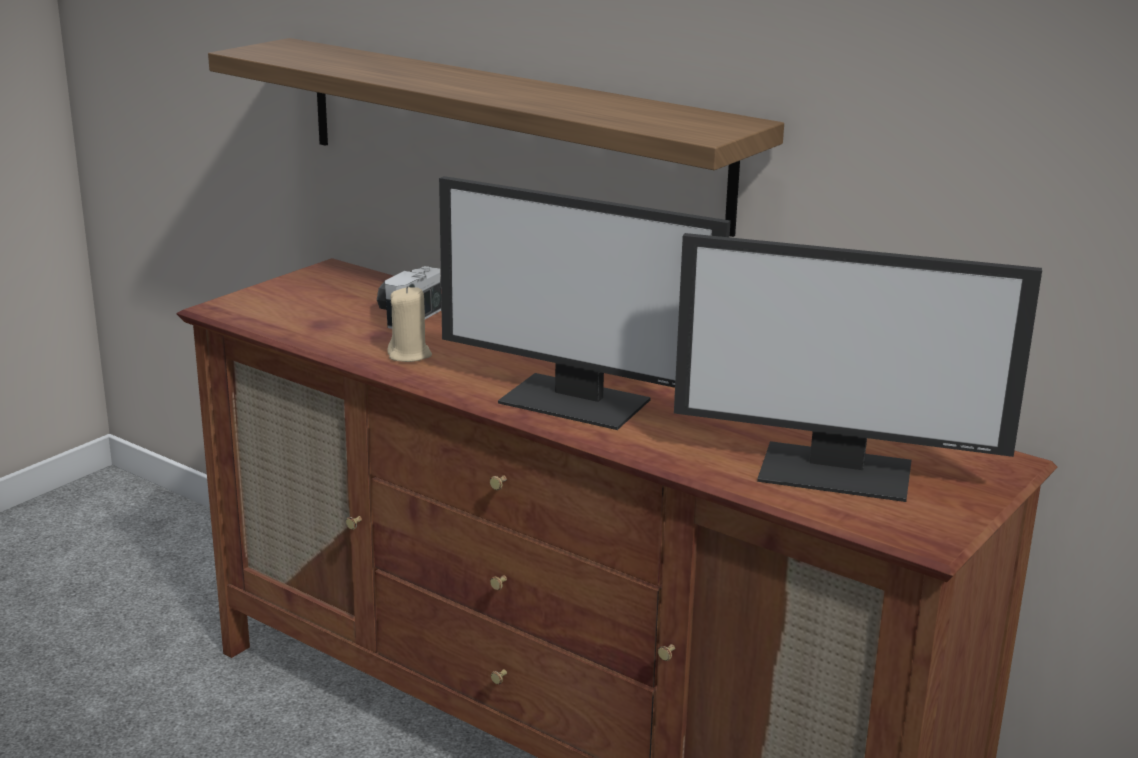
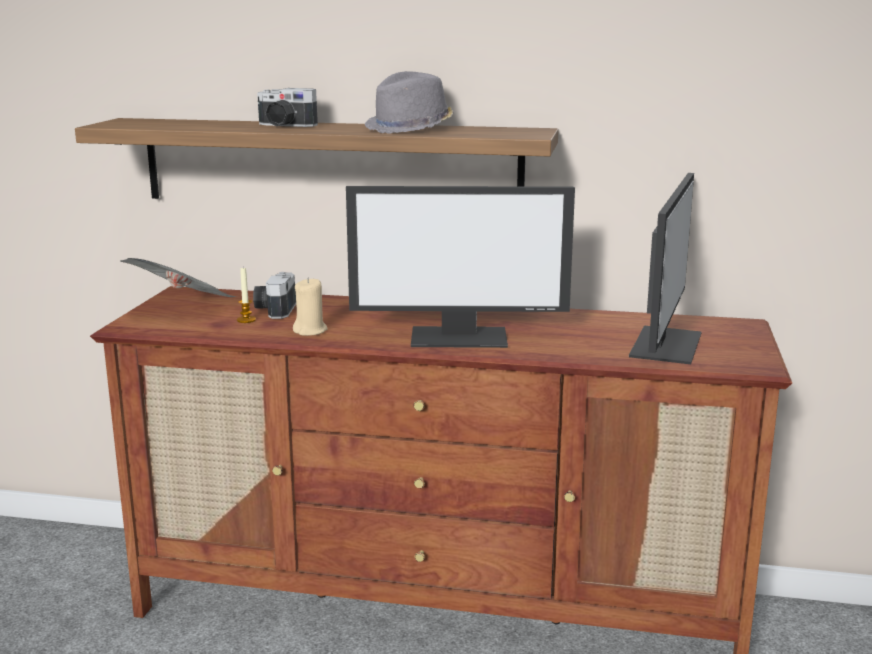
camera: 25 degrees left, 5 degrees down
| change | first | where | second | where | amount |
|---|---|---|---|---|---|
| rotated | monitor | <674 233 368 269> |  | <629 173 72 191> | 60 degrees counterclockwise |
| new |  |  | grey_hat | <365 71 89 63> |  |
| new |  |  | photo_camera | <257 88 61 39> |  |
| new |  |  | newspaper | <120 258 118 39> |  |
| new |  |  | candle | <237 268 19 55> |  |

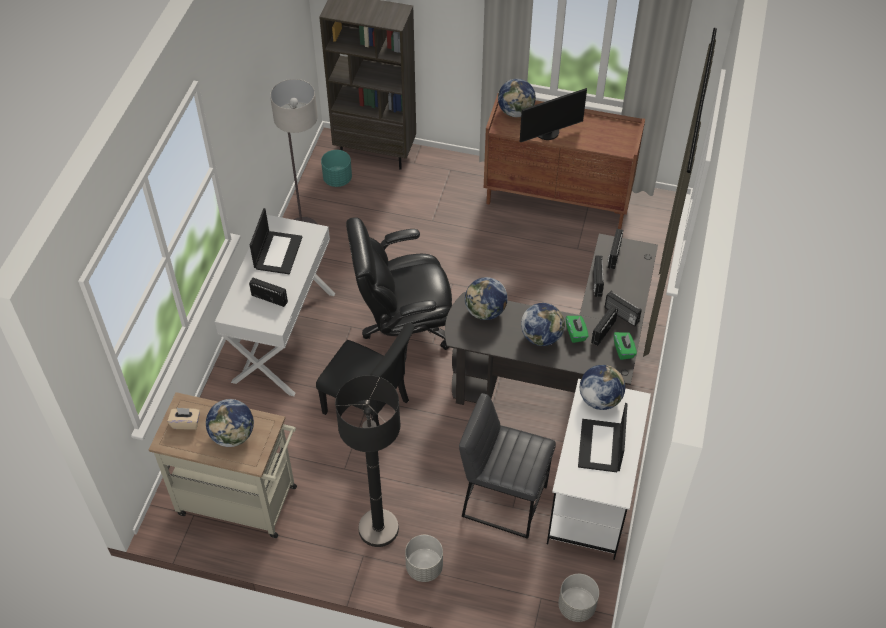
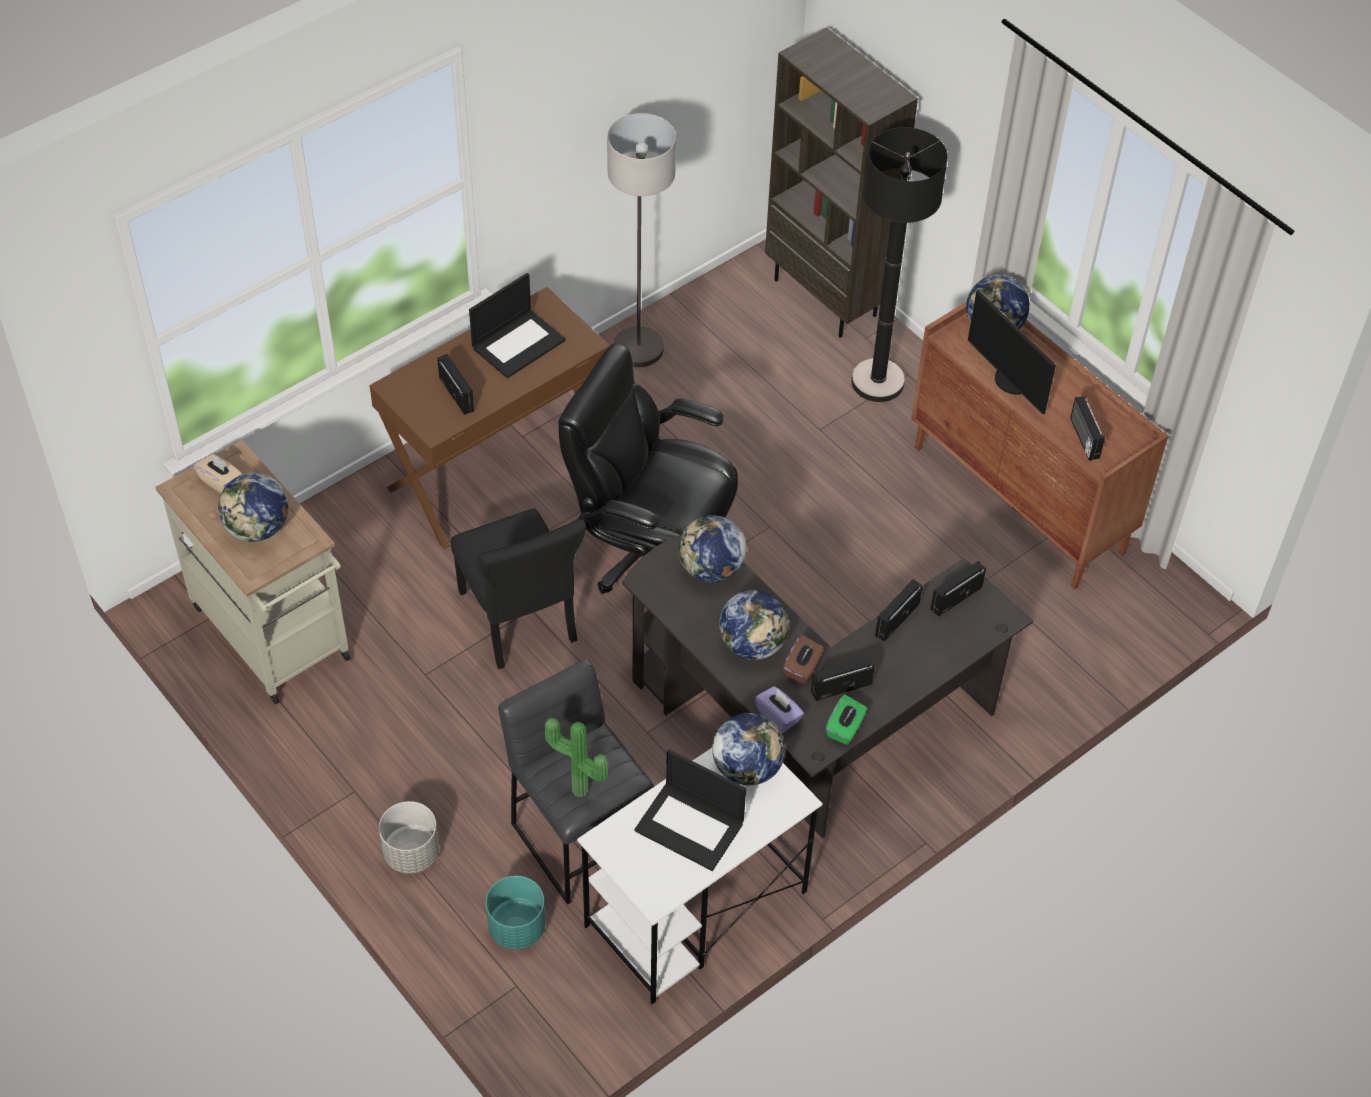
camera: 35 degrees right, 0 degrees up
| change | first | where | second | where | amount |
|---|---|---|---|---|---|
| rotated | monitor | <520 88 67 54> |  | <968 289 88 125> | 45 degrees clockwise |
| shifted | turquoise_planter | <321 150 31 37> |  | <486 876 60 73> |  |
| repainted | white_console_table | <215 215 120 181> | brown_console_table | <369 287 241 263> |  |
| shifted | radio | <605 291 37 35> |  | <1070 396 35 65> |  |
| repainted | green_tissue_box | <566 316 23 27> | brown_tissue_box | <783 635 41 49> |  |
| shifted | black_floor_lamp | <335 375 65 172> |  | <851 127 97 275> |  |
| rotated | laptop | <578 403 49 69> |  | <635 750 111 121> | 105 degrees counterclockwise |
| gone | grey_planter | <558 574 41 48> |  |  |  |
| new |  |  | purple_tissue_box | <755 686 49 47> |  |
| new |  |  | potted_plant | <545 718 64 79> |  |

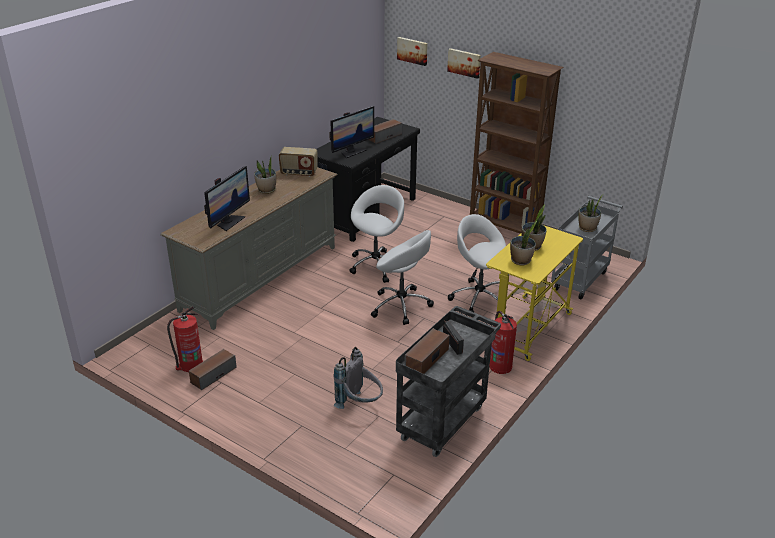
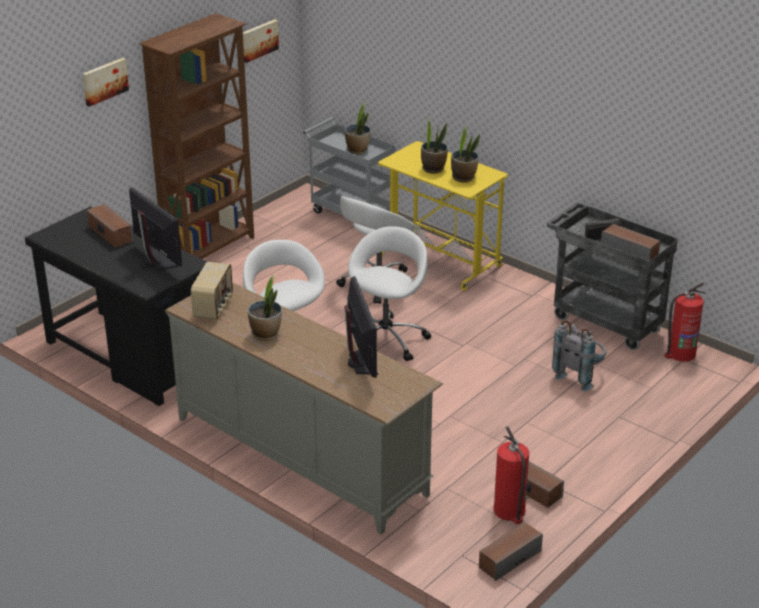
camera: 85 degrees left, 0 degrees up
| change | first | where | second | where | amount |
|---|---|---|---|---|---|
| shifted | picture | <397 37 31 29> |  | <243 19 36 44> |  |
| rotated | monitor | <204 166 46 65> |  | <344 276 34 102> | 45 degrees clockwise |
| shifted | fire_extinguisher | <489 311 28 63> |  | <664 282 42 80> |  |
| new |  |  | speaker | <479 522 64 59> |  |

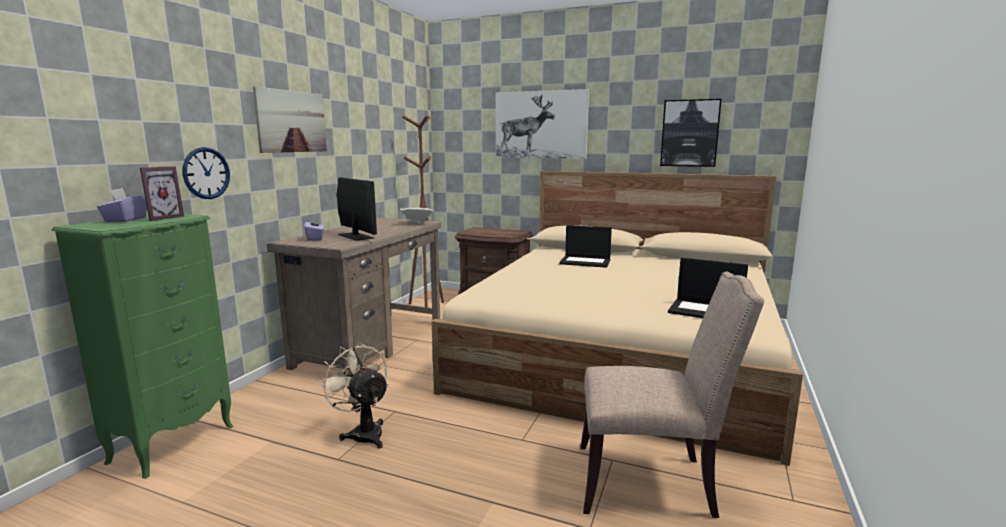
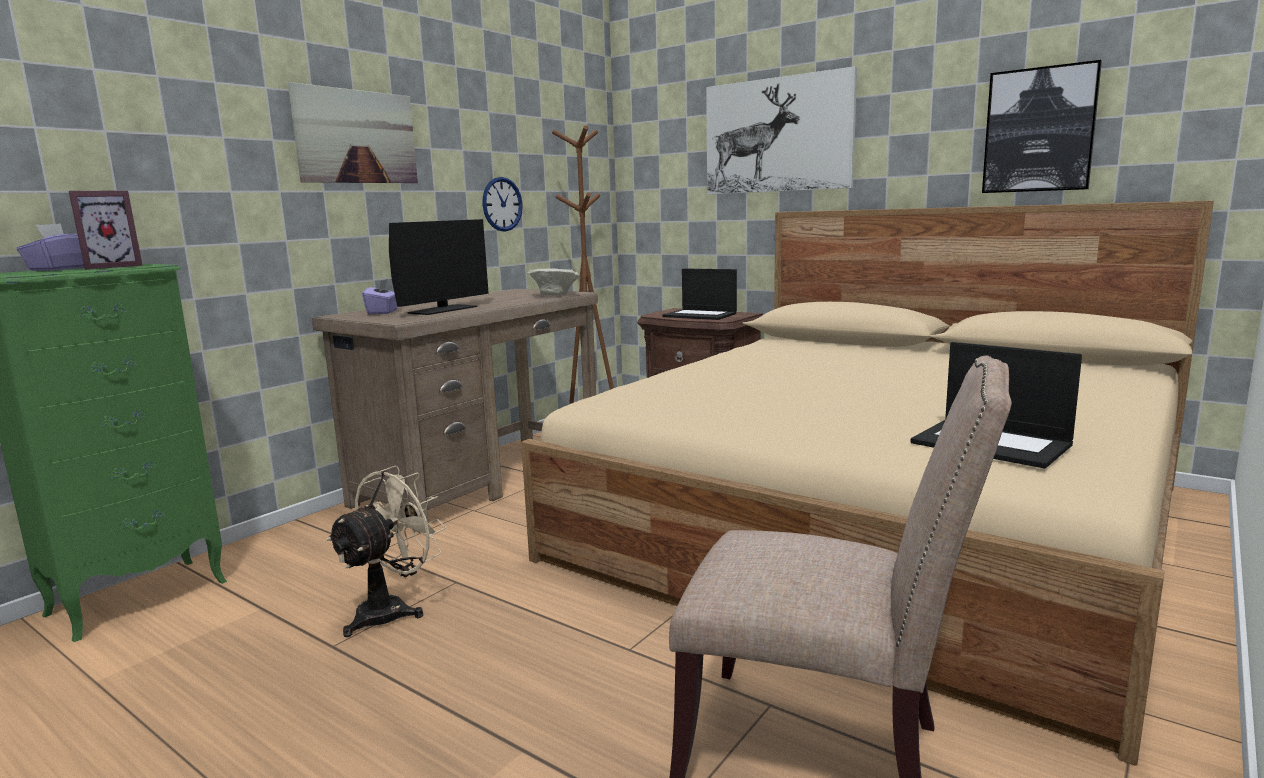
camera: 15 degrees right, 0 degrees up
| change | first | where | second | where | amount |
|---|---|---|---|---|---|
| shifted | wall_clock | <183 147 47 52> |  | <482 177 41 55> |  |
| rotated | monitor | <337 177 40 64> |  | <389 219 100 96> | 60 degrees clockwise |
| shifted | laptop | <559 225 53 43> |  | <662 268 75 52> |  |
| rotated | beige_fan | <318 342 71 106> |  | <326 466 120 171> | 60 degrees clockwise |

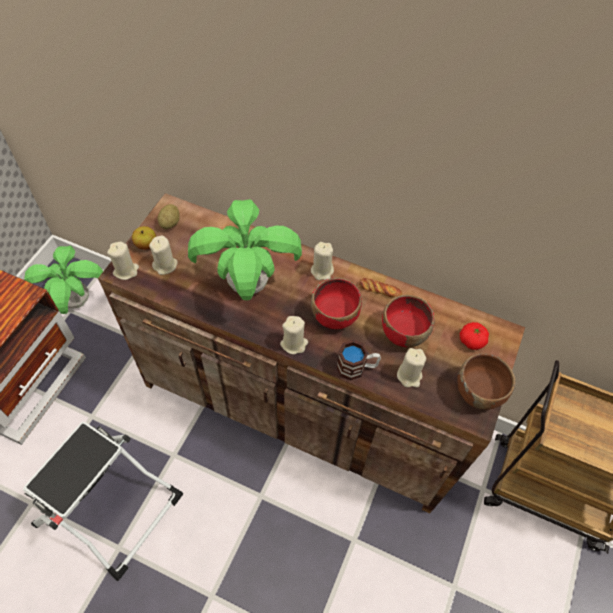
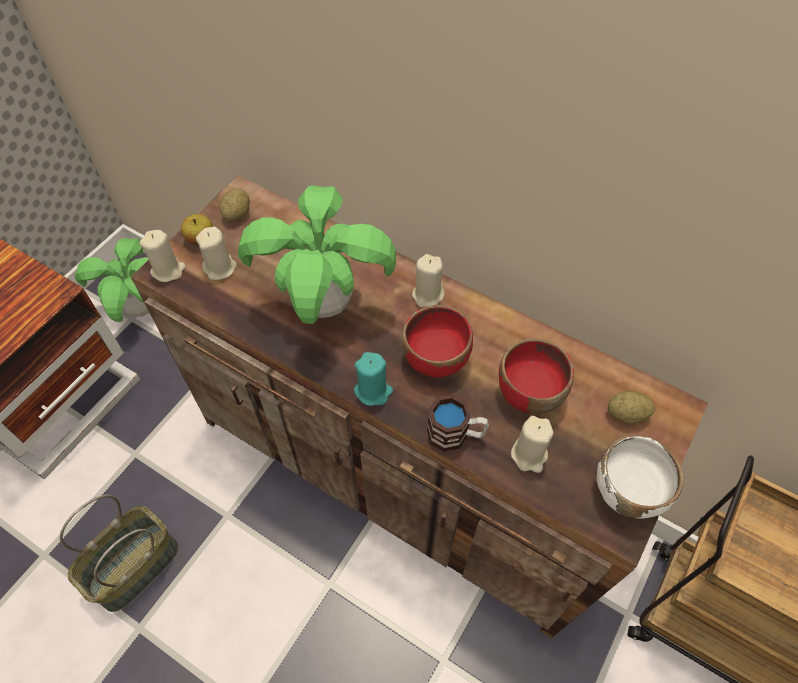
camera: 10 degrees right, 0 degrees up
| change | first | where | second | where | amount |
|---|---|---|---|---|---|
| gone | bread | <359 278 43 20> |  |  |  |
| repainted | beige_candle | <280 316 28 38> | turquoise_candle | <354 352 39 54> |  |
| swapped | tomato | <460 322 29 28> | potato | <608 391 47 33> |  |
| repainted | brown_bowl | <457 353 58 57> | white_bowl | <597 435 87 84> |  |
| swapped | step_ladder | <23 422 160 159> | basket | <60 495 118 117> |  |

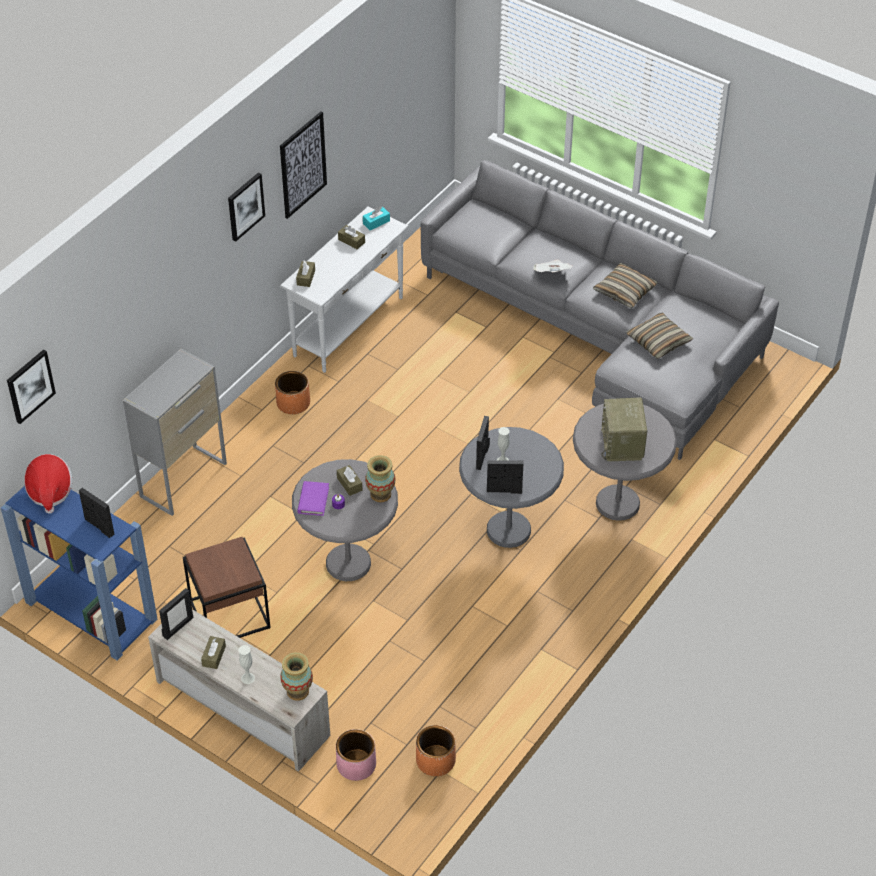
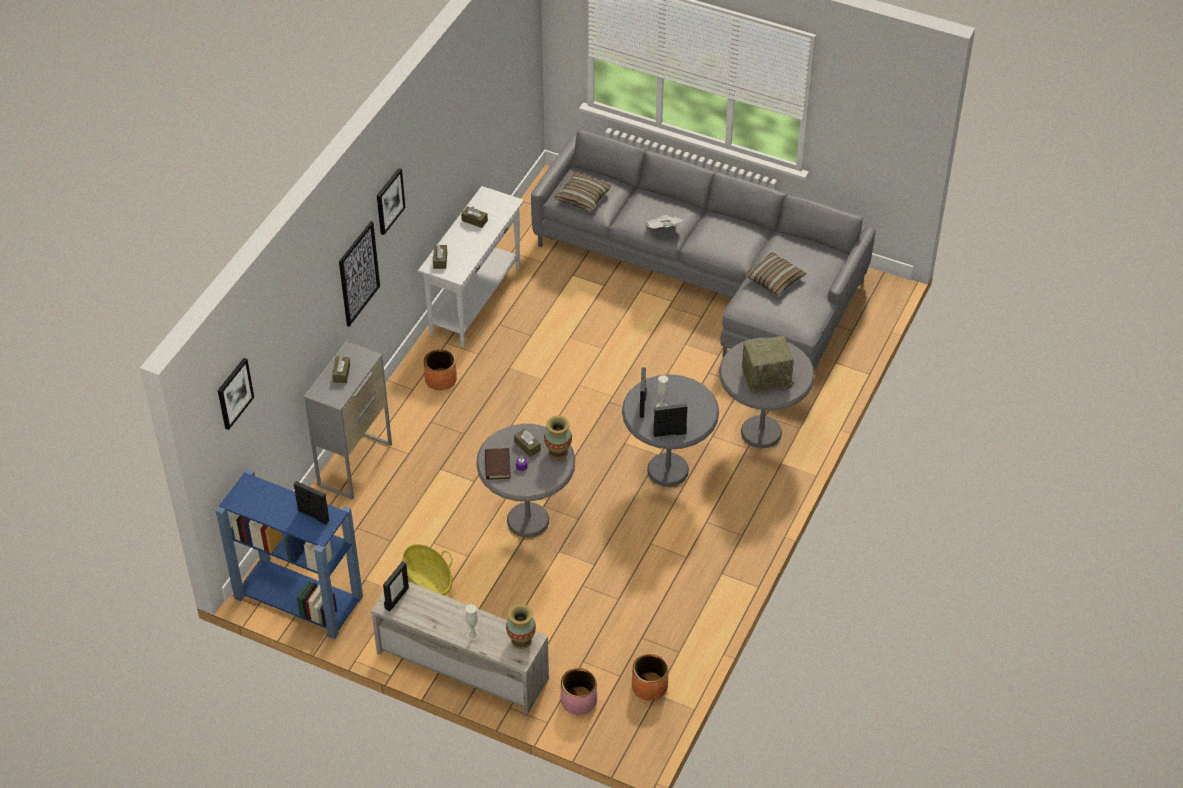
camera: 10 degrees left, 0 degrees up
| change | first | where | second | where | amount |
|---|---|---|---|---|---|
| shifted | picture | <280 111 47 108> |  | <339 221 41 106> |  |
| gone | turquoise_tissue_box | <363 206 27 24> |  |  |  |
| shifted | pillow | <593 263 65 45> |  | <554 172 57 40> |  |
| rotated | radio | <601 398 46 64> |  | <742 336 52 58> | 90 degrees counterclockwise |
| gone | hat | <24 454 48 60> |  |  |  |
| repainted | purple_book | <297 481 32 35> | brown_book | <485 448 26 32> |  |
| swapped | brown_side_table | <183 537 88 101> | basket | <403 544 50 52> |  |
| shifted | brown_tissue_box | <201 636 25 33> |  | <332 356 18 27> |  |

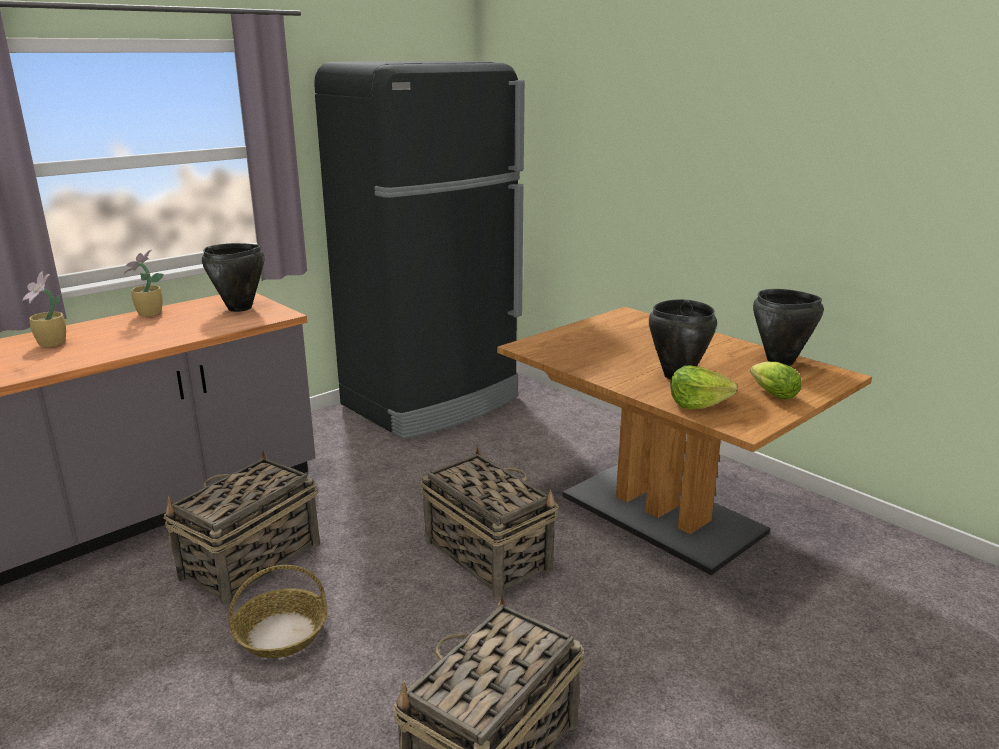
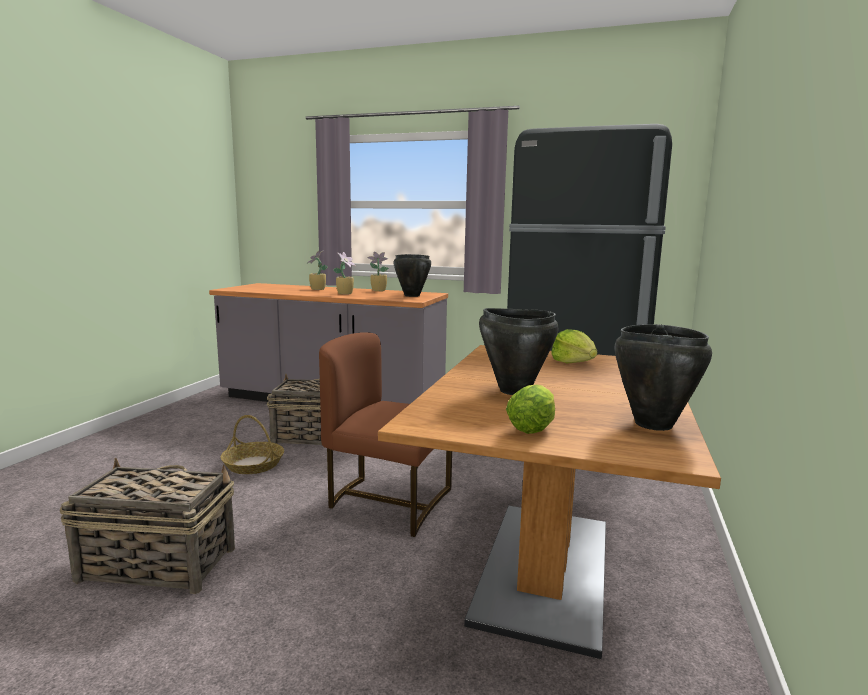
camera: 60 degrees right, 10 degrees down
| change | first | where | second | where | amount |
|---|---|---|---|---|---|
| shifted | lettuce | <670 366 68 43> |  | <551 329 46 34> |  |
| swapped | basket | <421 446 138 153> | brown_chair | <319 332 133 205> |  |
| new |  |  | potted_plant | <333 252 23 43> |  |

